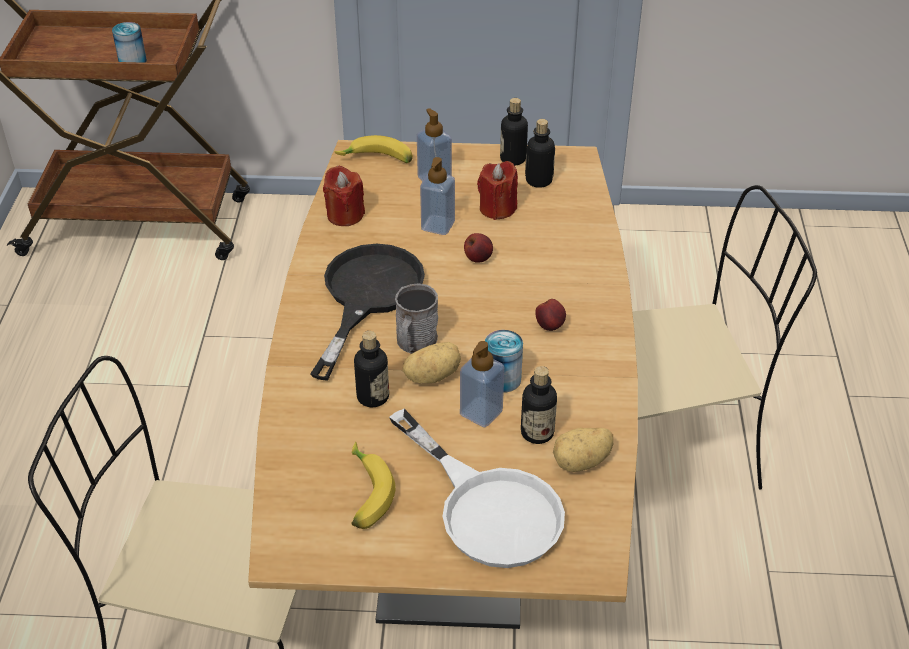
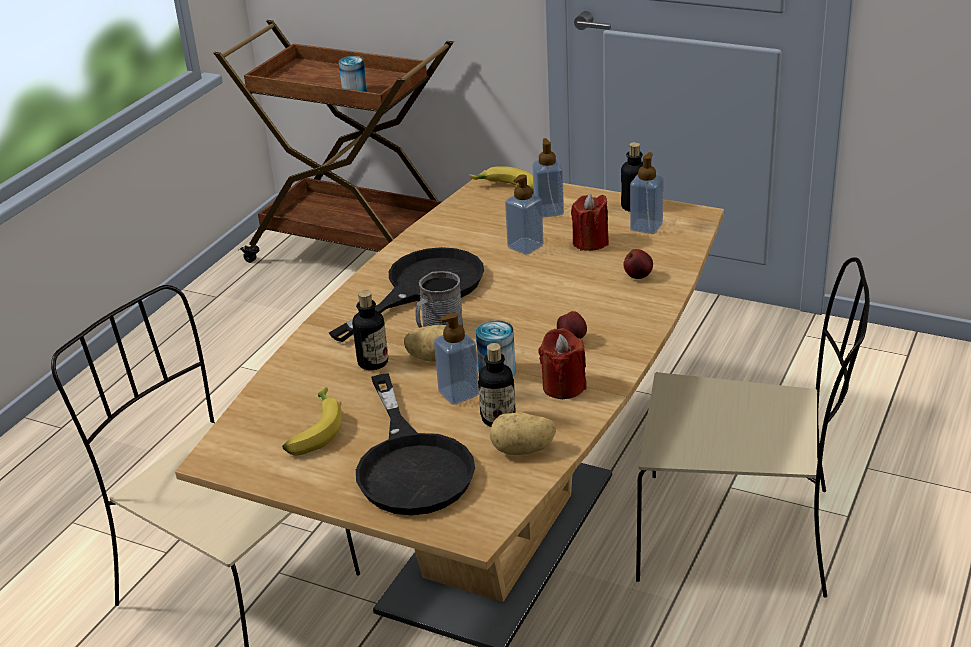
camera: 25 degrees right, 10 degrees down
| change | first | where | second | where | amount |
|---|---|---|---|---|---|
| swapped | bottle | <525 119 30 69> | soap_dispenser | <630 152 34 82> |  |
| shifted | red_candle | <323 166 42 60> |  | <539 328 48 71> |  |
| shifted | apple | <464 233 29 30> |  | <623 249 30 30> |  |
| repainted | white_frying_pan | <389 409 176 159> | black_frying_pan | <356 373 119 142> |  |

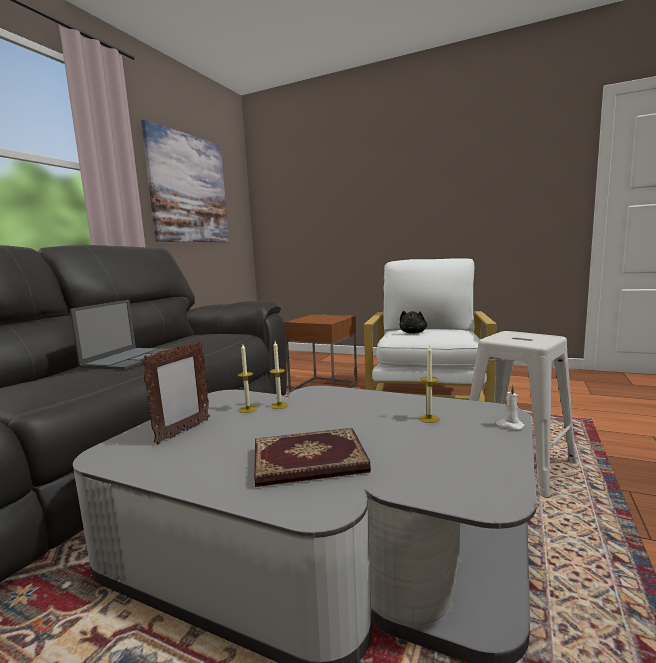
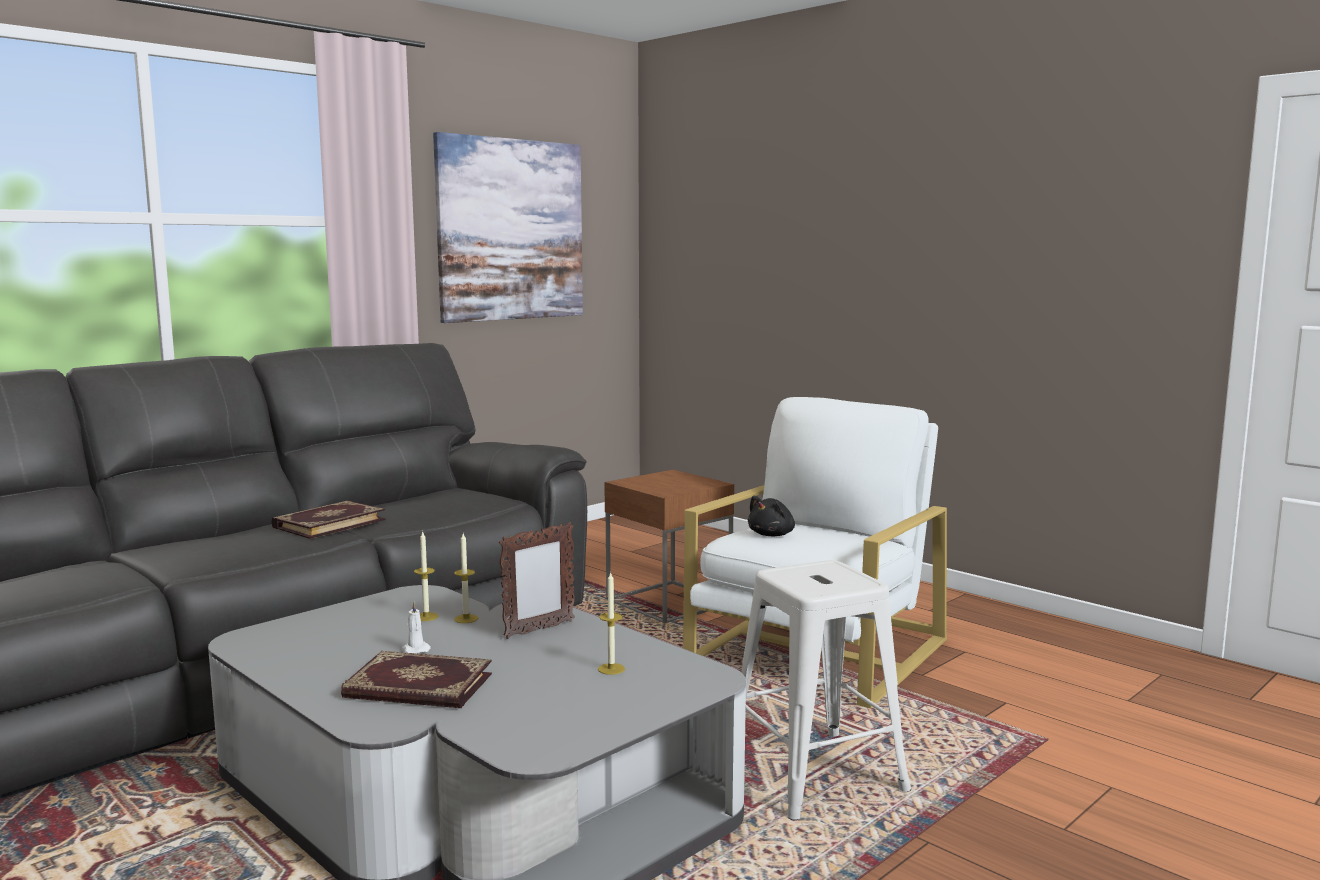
camera: 20 degrees right, 0 degrees up
| change | first | where | second | where | amount |
|---|---|---|---|---|---|
| swapped | laptop | <70 300 103 70> | book | <271 500 115 39> |  |
| shifted | picture_frame | <141 340 69 105> |  | <499 522 76 117> |  |
| shifted | white_candle | <496 385 29 45> |  | <402 601 29 53> |  |

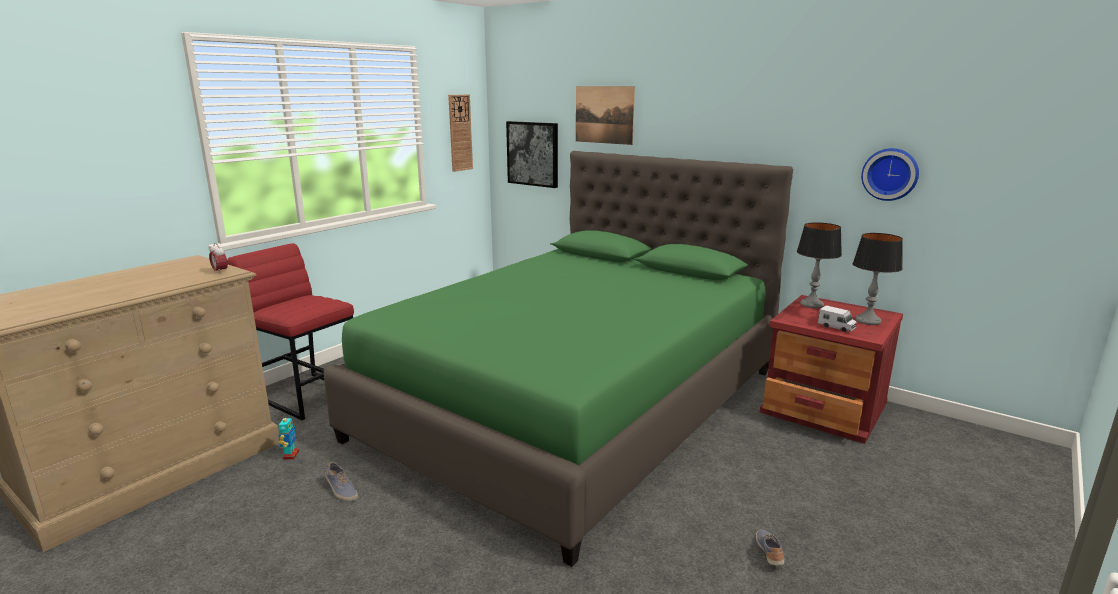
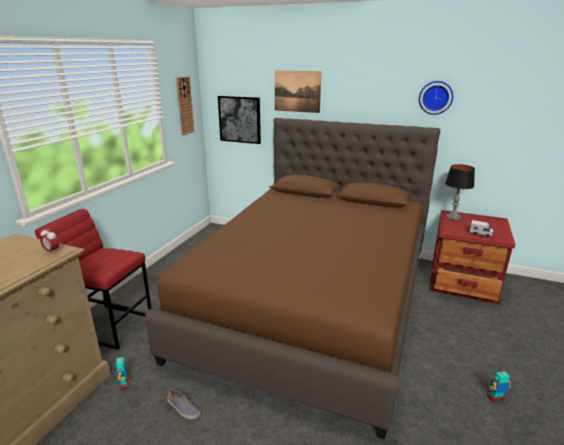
camera: 15 degrees left, 5 degrees up
| change | first | where | second | where | amount |
|---|---|---|---|---|---|
| shifted | wall_clock | <861 148 58 53> |  | <419 81 34 34> |  |
| repainted | green_bed | <323 151 470 416> | brown_bed | <145 118 295 321> |  |
| gone | table_lamp | <853 233 50 92> |  |  |  |
| swapped | shoe | <756 529 28 37> | toy_robot | <487 369 24 33> |  |

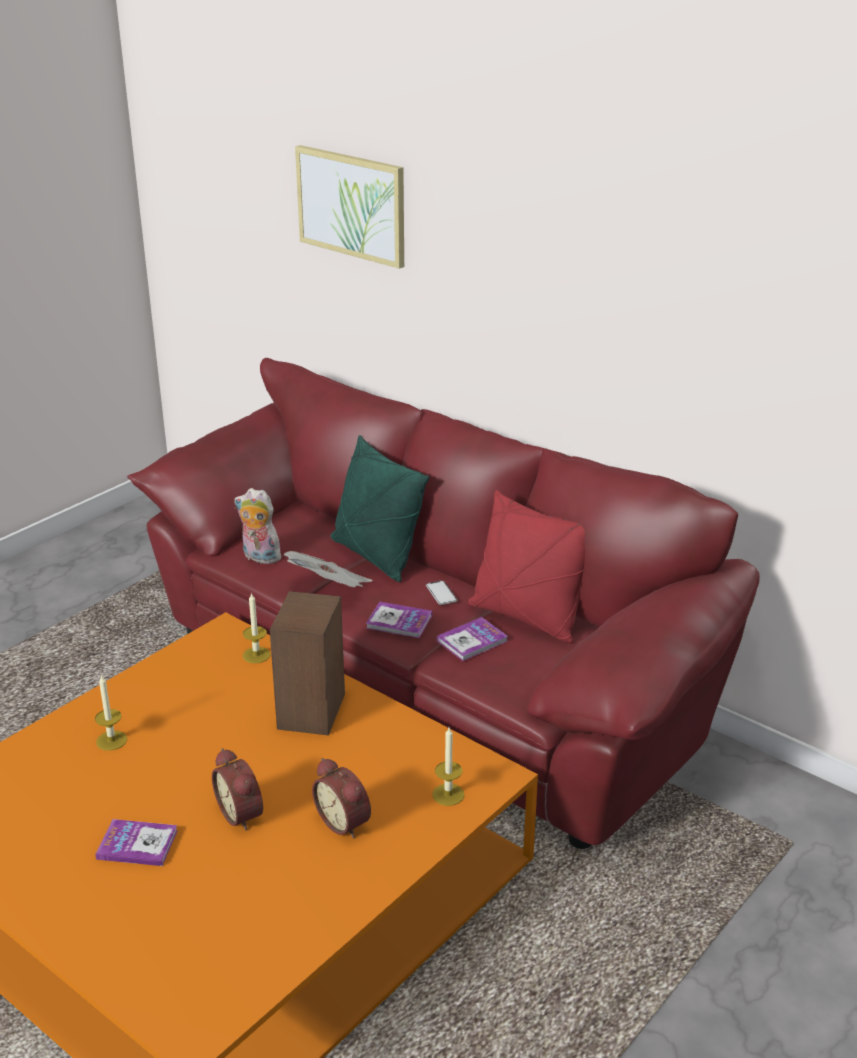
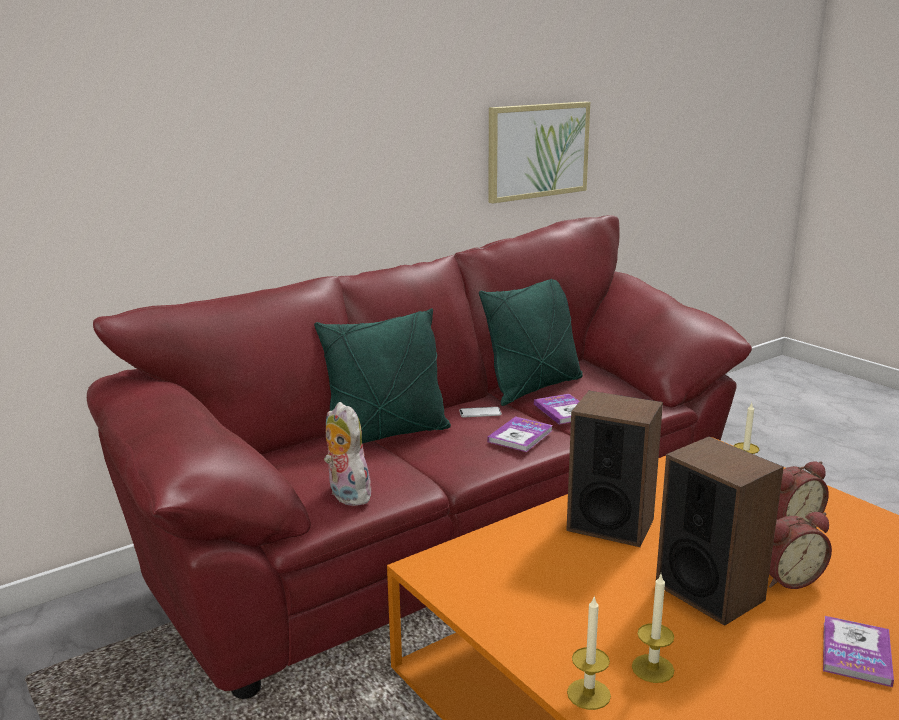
camera: 75 degrees left, 10 degrees down
| change | first | where | second | where | amount |
|---|---|---|---|---|---|
| shifted | picture | <295 145 109 124> |  | <488 102 102 102> |  |
| rotated | plush_toy | <234 488 47 76> |  | <324 402 51 104> | 105 degrees clockwise |
| repainted | red_pillow | <468 490 117 153> | green_pillow | <479 279 104 127> |  |
| gone | newspaper | <284 551 89 36> |  |  |  |
| shifted | candle | <243 592 28 71> |  | <567 596 44 114> |  |
| new |  |  | speaker | <656 437 128 189> |  |

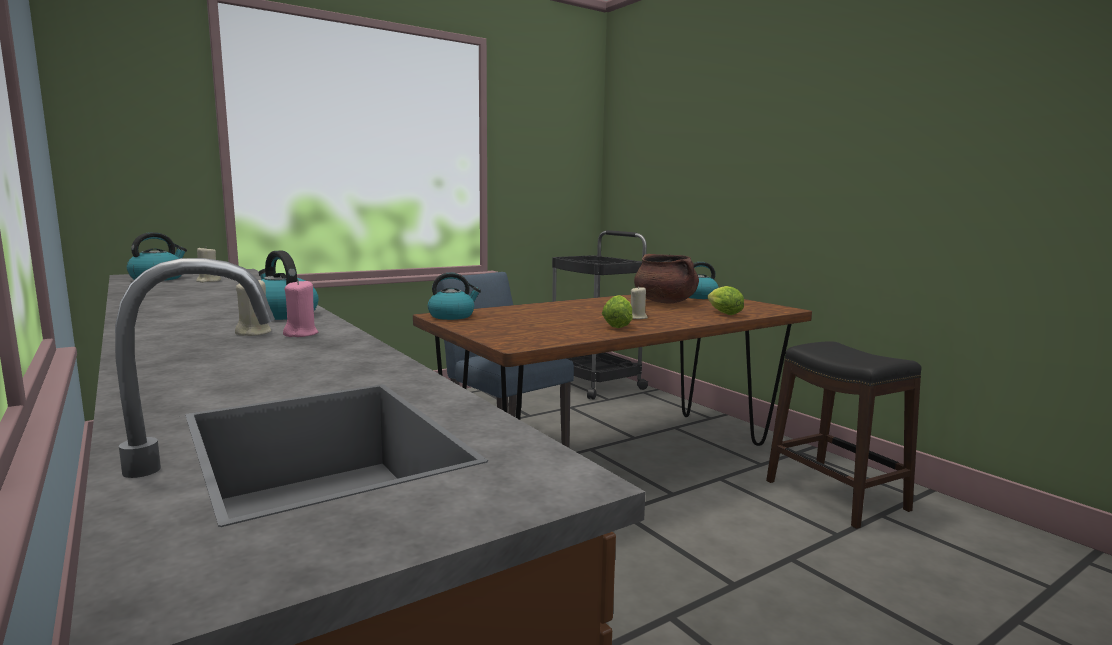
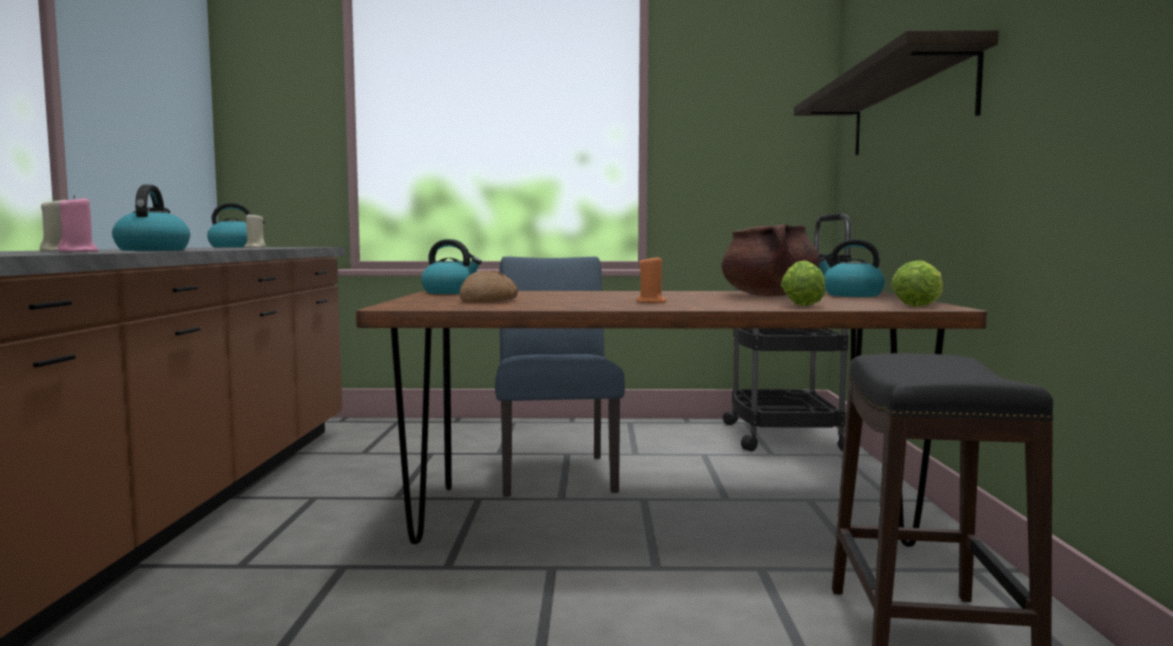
camera: 35 degrees right, 5 degrees down
| change | first | where | second | where | amount |
|---|---|---|---|---|---|
| repainted | beige_candle | <631 286 17 33> | orange_candle | <637 255 29 48> |  |
| shifted | lettuce | <602 295 31 33> |  | <891 260 52 47> |  |
| new |  |  | shelf | <794 30 205 125> |  |
| new |  |  | bread | <459 271 59 31> |  |

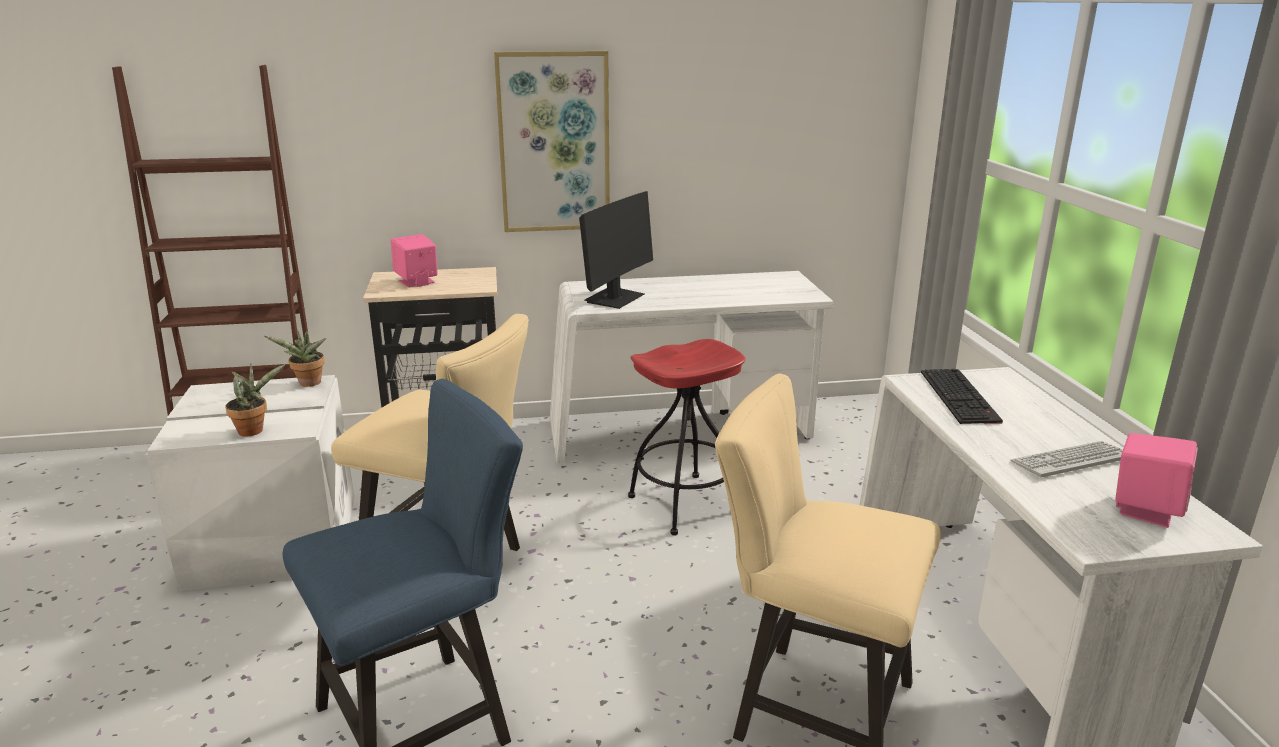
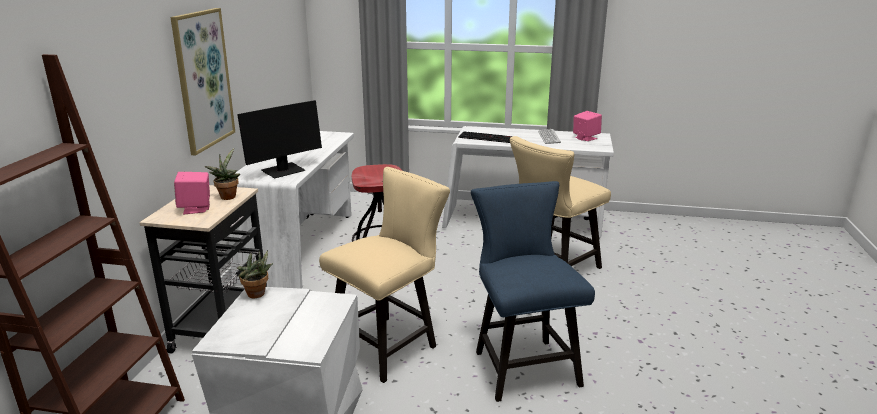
camera: 70 degrees left, 0 degrees up
| change | first | where | second | where | amount |
|---|---|---|---|---|---|
| rotated | monitor | <579 191 74 118> |  | <238 100 84 78> | 90 degrees clockwise |
| shifted | potted_plant | <225 364 61 73> |  | <205 148 35 52> |  |

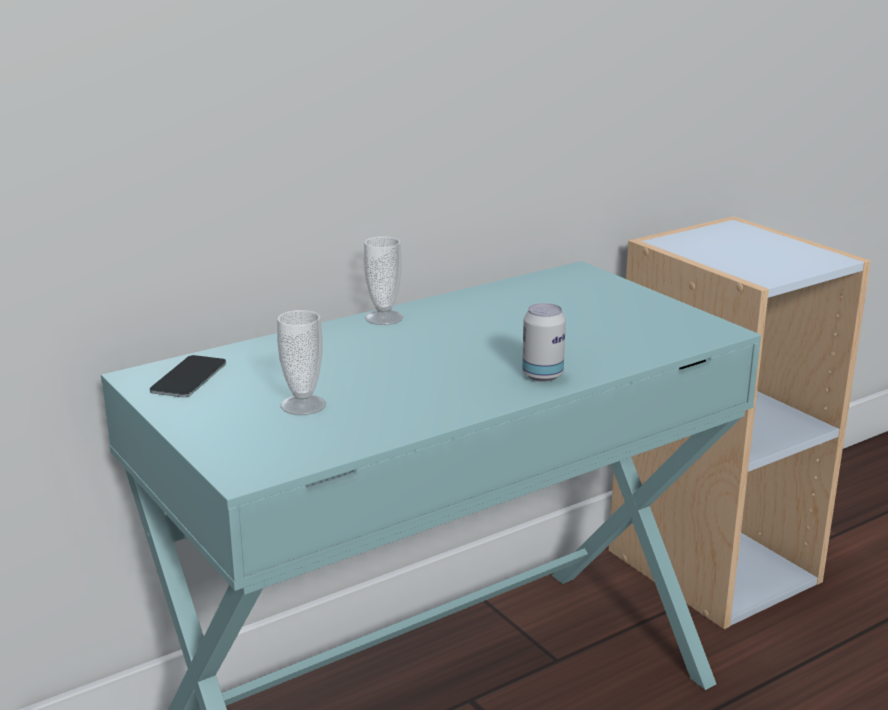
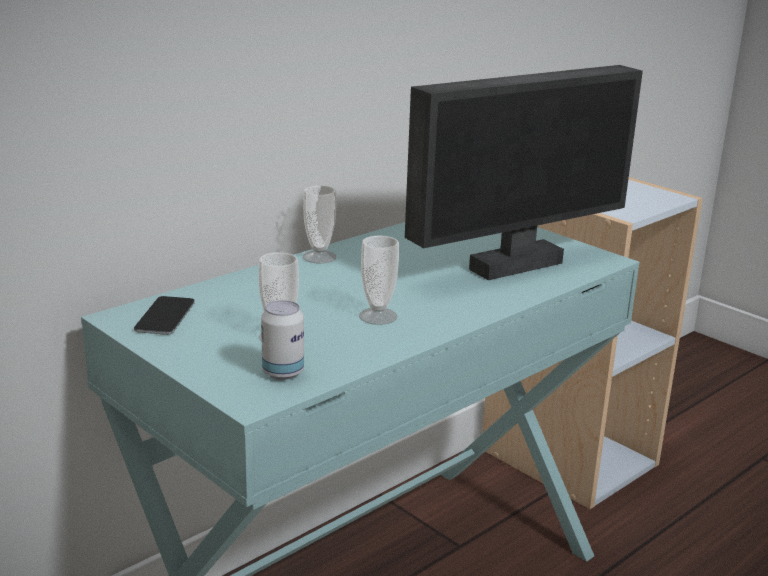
camera: 10 degrees left, 0 degrees up
| change | first | where | second | where | amount |
|---|---|---|---|---|---|
| shifted | can | <522 303 44 79> |  | <261 300 43 80> |  |
| new |  |  | monitor | <405 65 238 215> |  |
| new |  |  | cup | <359 235 40 90> |  |

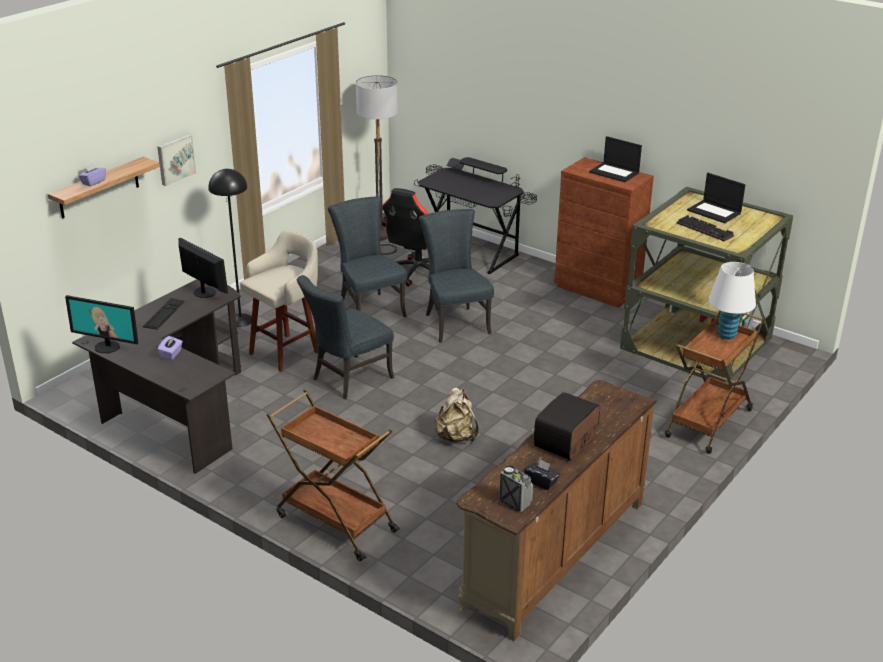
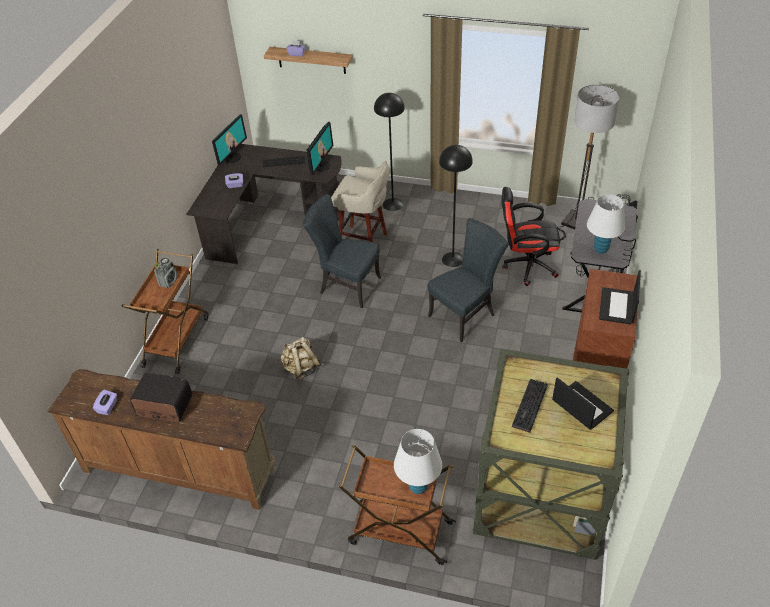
camera: 70 degrees right, 15 degrees up
| change | first | where | second | where | amount |
|---|---|---|---|---|---|
| gone | picture | <157 134 39 52> |  |  |  |
| rotated | laptop | <687 173 59 50> |  | <552 377 62 53> | 120 degrees clockwise |
| swapped | grey_chair | <328 196 79 121> | black_floor_lamp | <439 145 34 122> |  |
| rotated | monitor | <65 295 73 58> |  | <212 114 35 52> | 150 degrees counterclockwise |
| repainted | black_tissue_box | <524 459 36 31> | purple_tissue_box | <93 390 24 25> |  |
| shifted | radio | <499 465 34 47> |  | <154 258 24 30> |  |
| new |  |  | white_table_lamp | <587 194 38 60> |  |

